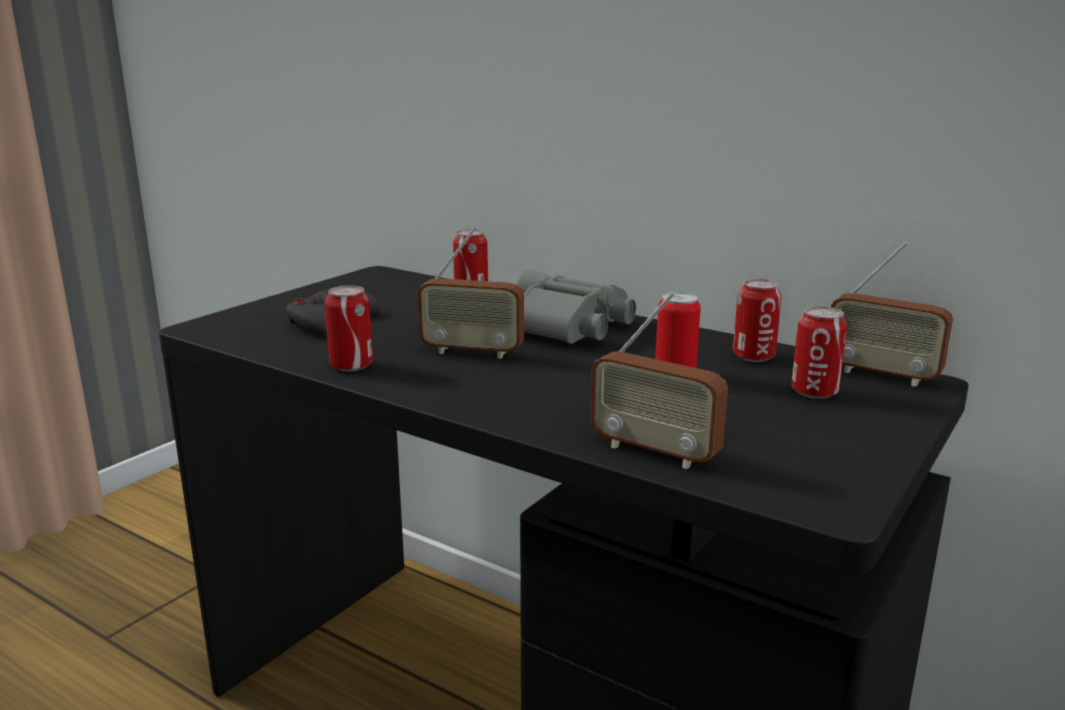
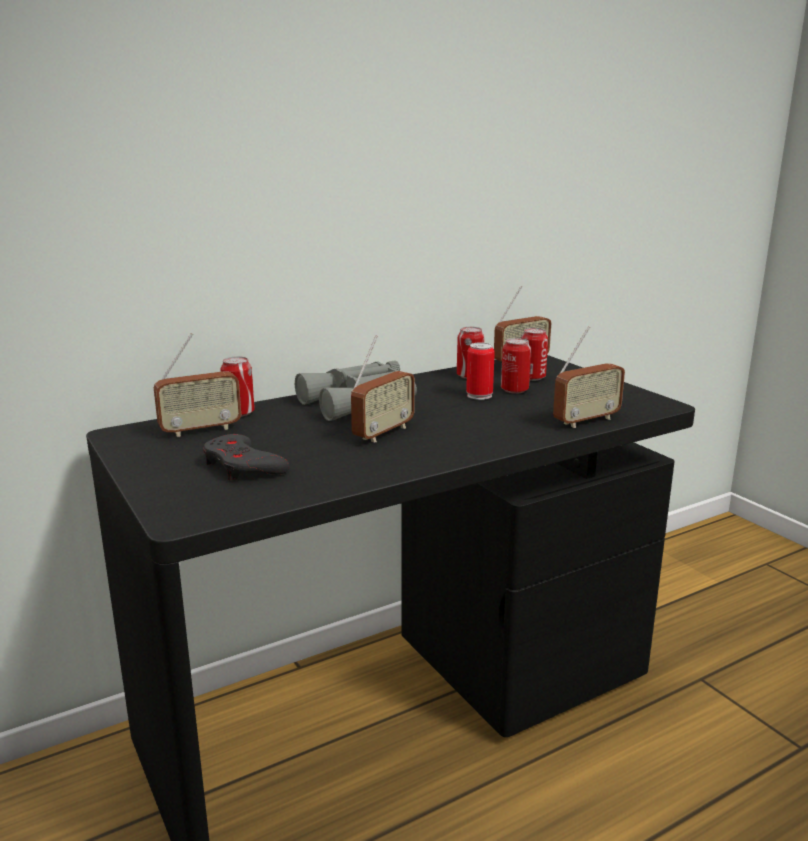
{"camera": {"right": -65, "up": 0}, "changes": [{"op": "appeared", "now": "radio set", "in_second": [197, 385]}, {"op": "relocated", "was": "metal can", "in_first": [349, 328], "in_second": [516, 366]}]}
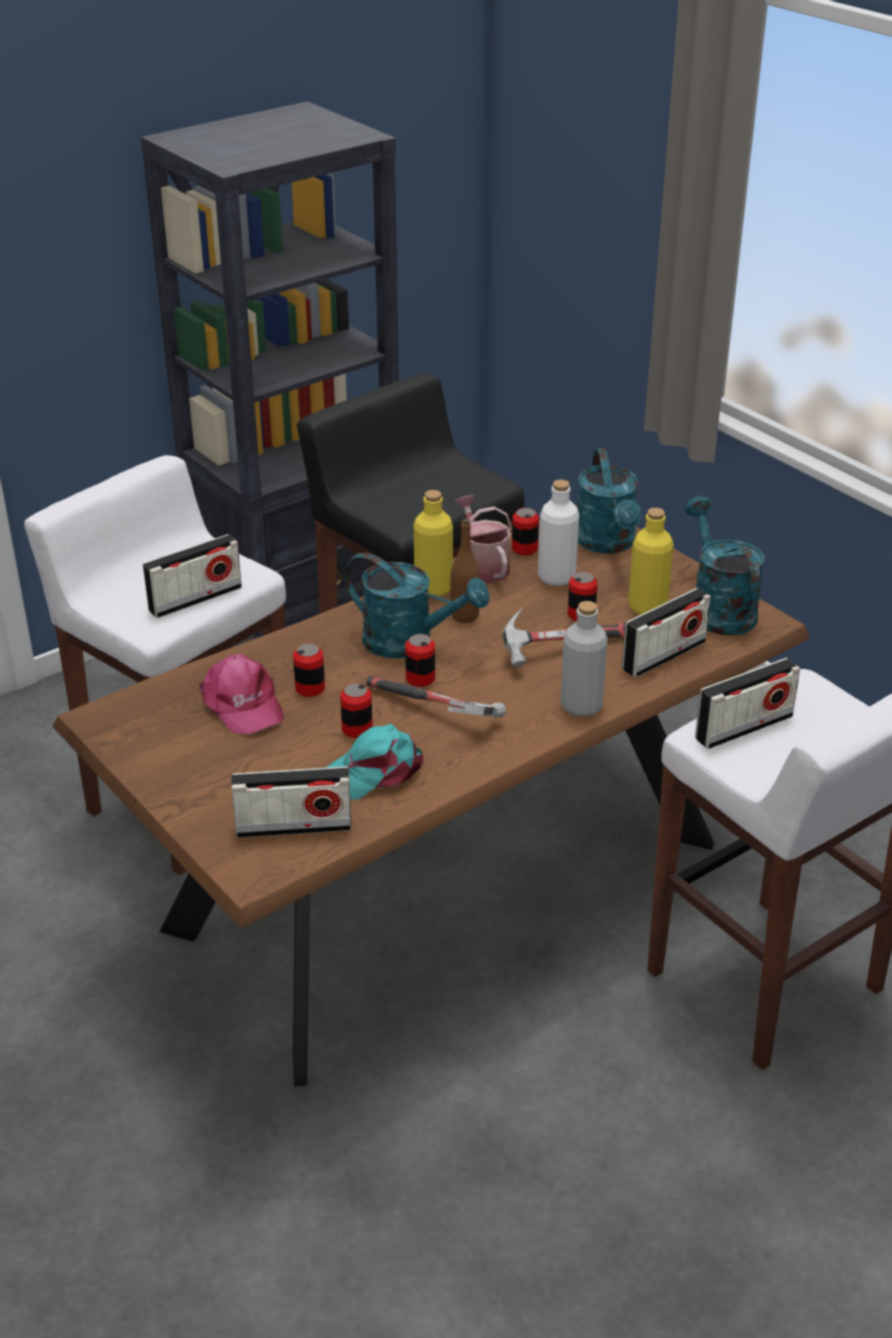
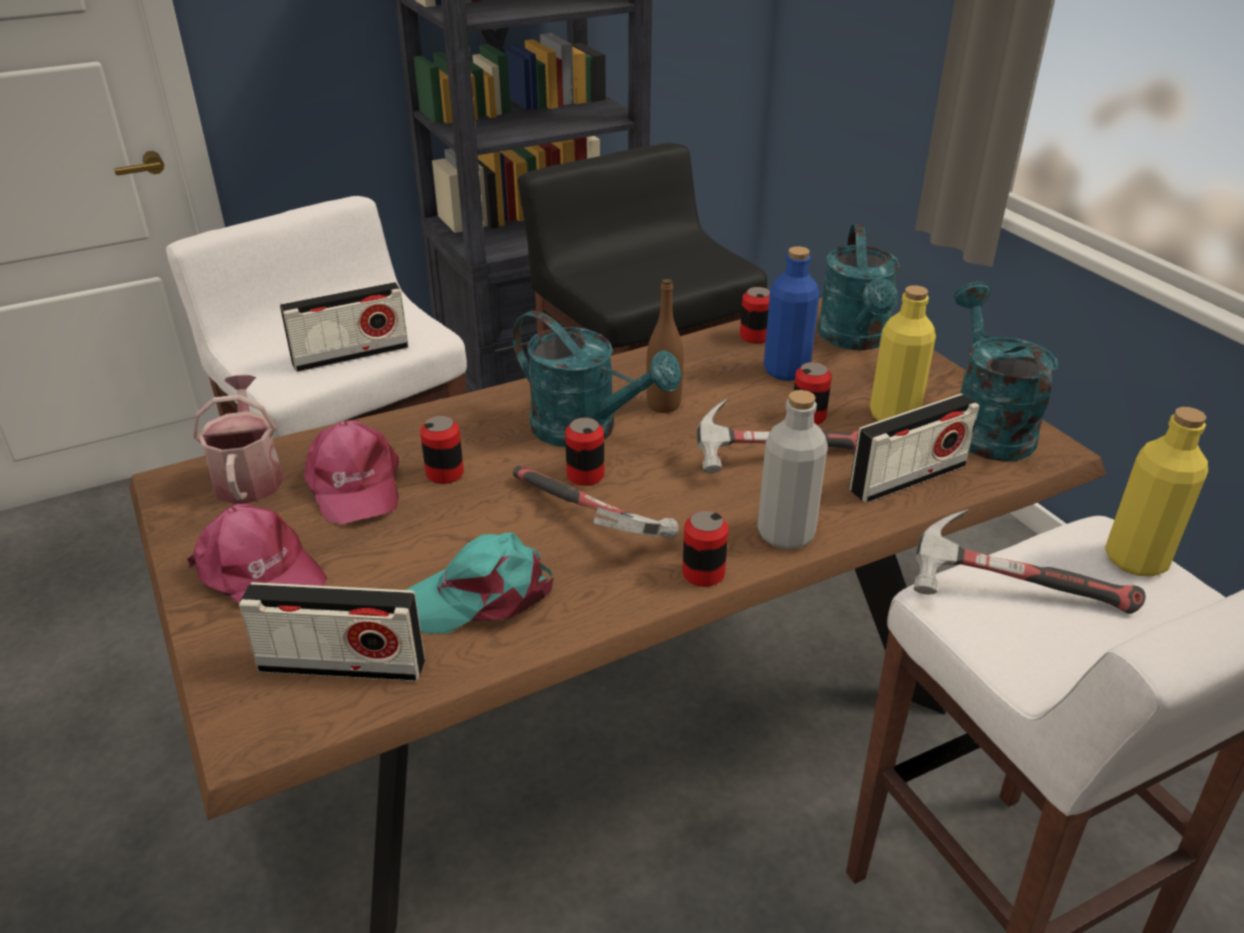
{"camera": {"right": 10, "up": 0}, "changes": [{"op": "appeared", "now": "pinkish peaked cap", "in_second": [257, 553]}, {"op": "relocated", "was": "metal can", "in_first": [356, 710], "in_second": [705, 549]}, {"op": "relocated", "was": "yellow beverage bottle", "in_first": [433, 543], "in_second": [1156, 491]}, {"op": "relocated", "was": "sprinkling can", "in_first": [484, 539], "in_second": [239, 439]}, {"op": "exchanged", "was": "radio set", "now": "hammer", "in_first": [747, 703], "in_second": [1030, 561]}, {"op": "colour", "was": "whitish beverage bottle", "now": "bluish beverage bottle", "in_first": [558, 532], "in_second": [792, 313]}]}
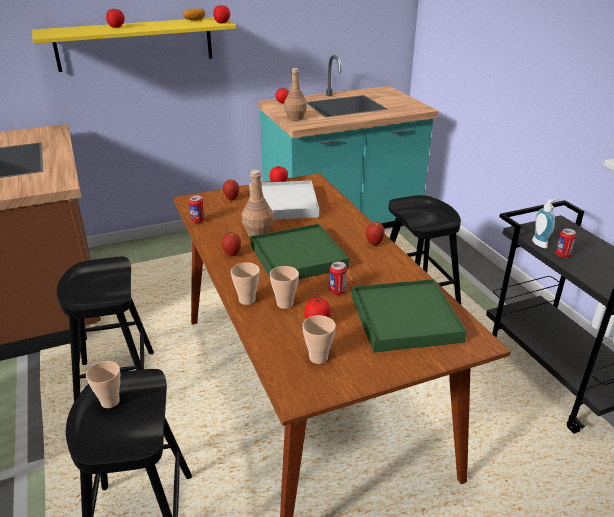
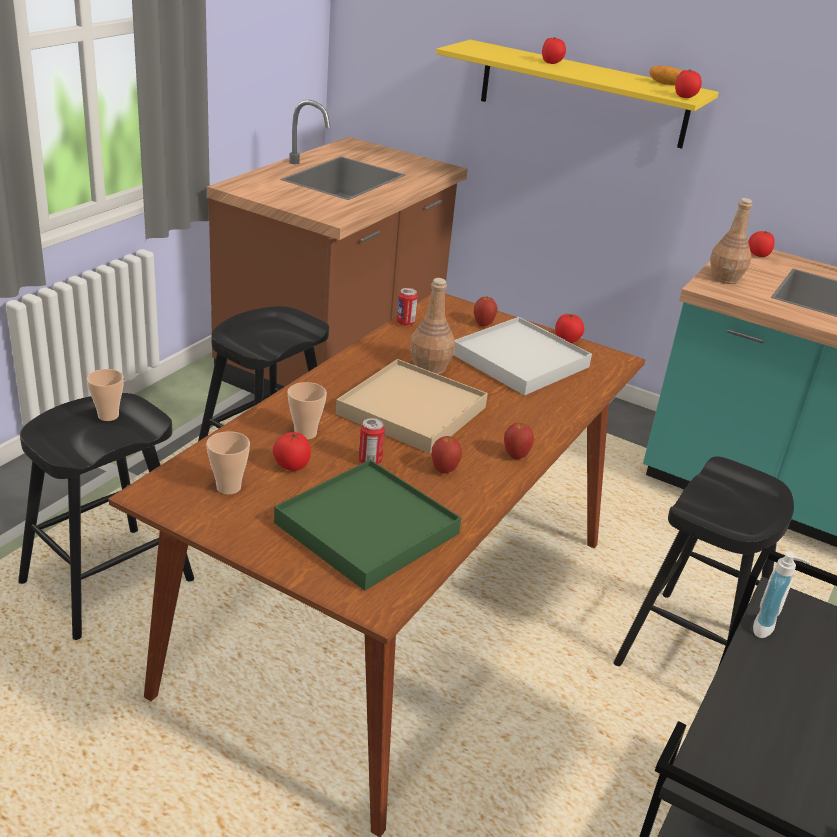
{"camera": {"right": 50, "up": 0}, "changes": [{"op": "missing", "was": "drinking cup", "in_first": [245, 283]}, {"op": "missing", "was": "metal can", "in_first": [566, 243]}, {"op": "relocated", "was": "apple fruit", "in_first": [231, 244], "in_second": [447, 455]}, {"op": "colour", "was": "green serving tray", "now": "beige-coloured serving tray", "in_first": [299, 251], "in_second": [412, 406]}]}
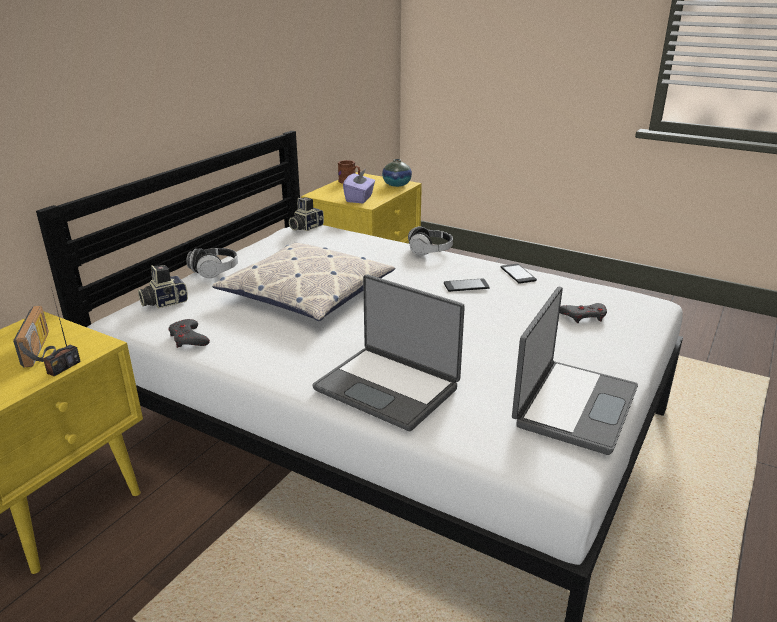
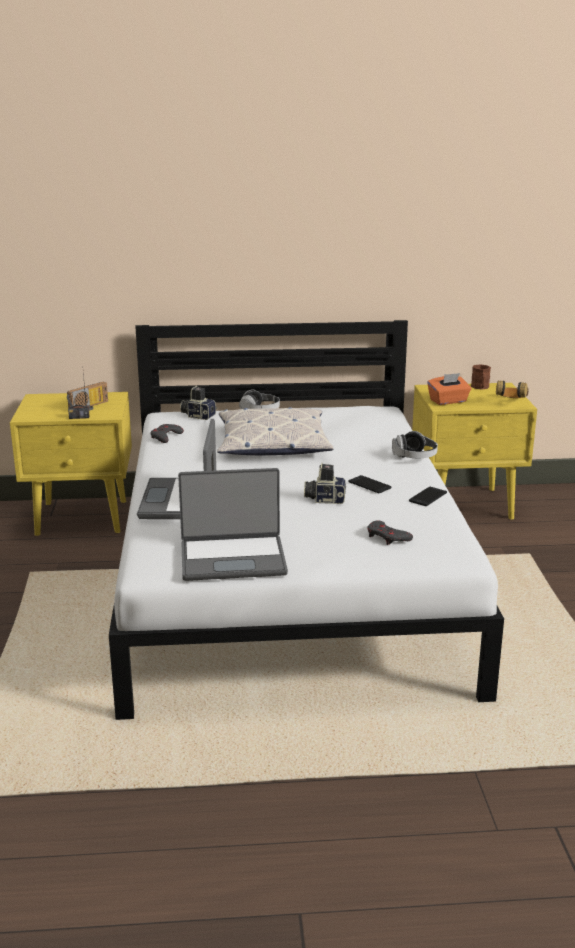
{"camera": {"right": 55, "up": -5}, "changes": [{"op": "relocated", "was": "still camera", "in_first": [306, 214], "in_second": [325, 483]}, {"op": "exchanged", "was": "flower vase", "now": "headset", "in_first": [397, 173], "in_second": [512, 389]}, {"op": "colour", "was": "purplish box of tissues", "now": "orangey box of tissues", "in_first": [359, 186], "in_second": [449, 389]}]}
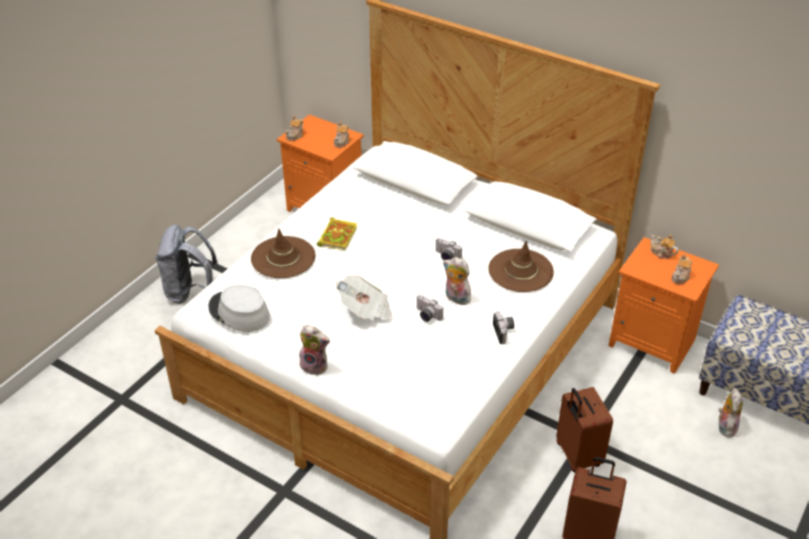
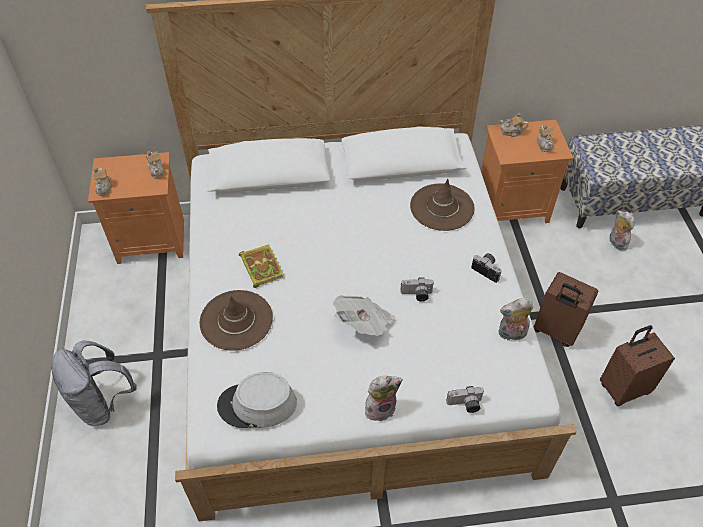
{"camera": {"right": -40, "up": 10}, "changes": [{"op": "relocated", "was": "still camera", "in_first": [448, 249], "in_second": [465, 399]}, {"op": "relocated", "was": "soft toy", "in_first": [457, 281], "in_second": [516, 319]}]}
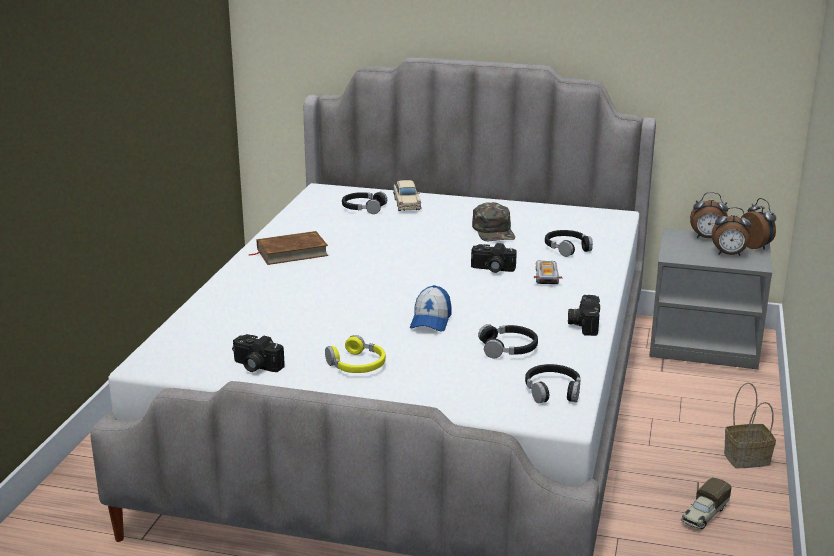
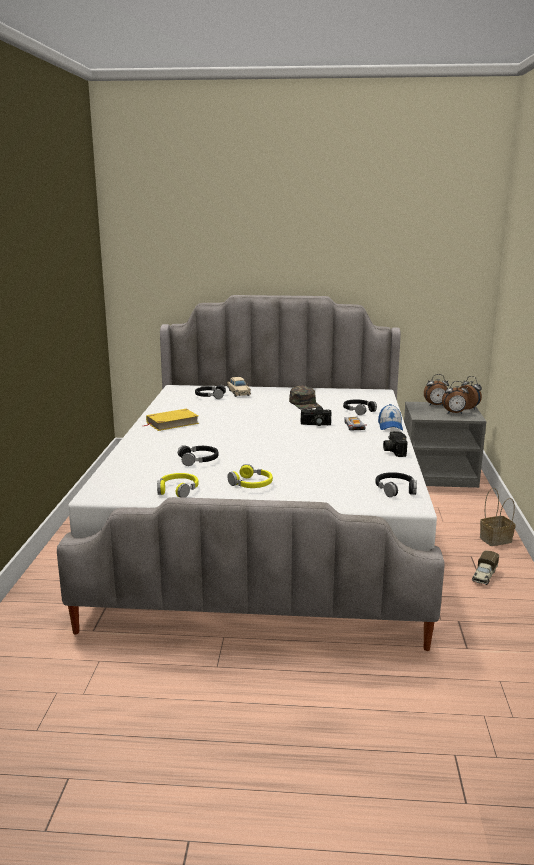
{"camera": {"right": -10, "up": -5}, "changes": [{"op": "relocated", "was": "peaked cap", "in_first": [431, 308], "in_second": [390, 417]}, {"op": "relocated", "was": "blackish headset", "in_first": [508, 341], "in_second": [198, 455]}, {"op": "exchanged", "was": "still camera", "now": "yellow headset", "in_first": [258, 353], "in_second": [178, 485]}, {"op": "colour", "was": "brown-coloured bound book", "now": "yellow bound book", "in_first": [288, 248], "in_second": [171, 420]}]}
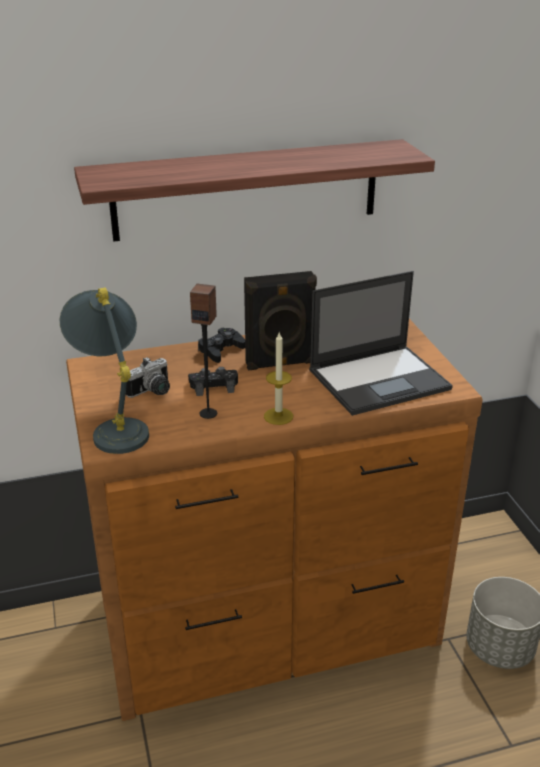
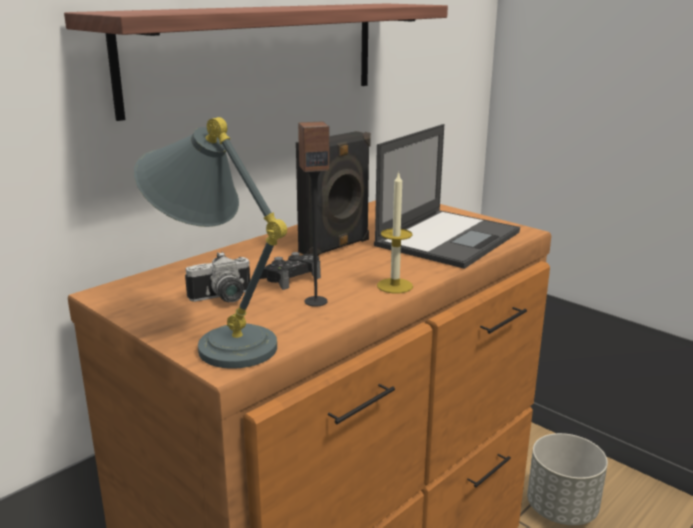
{"camera": {"right": -30, "up": -10}, "changes": [{"op": "missing", "was": "blackish gamepad", "in_first": [221, 345]}, {"op": "spun", "was": "still camera", "in_first": [148, 377], "in_second": [217, 277], "clockwise": 45}]}
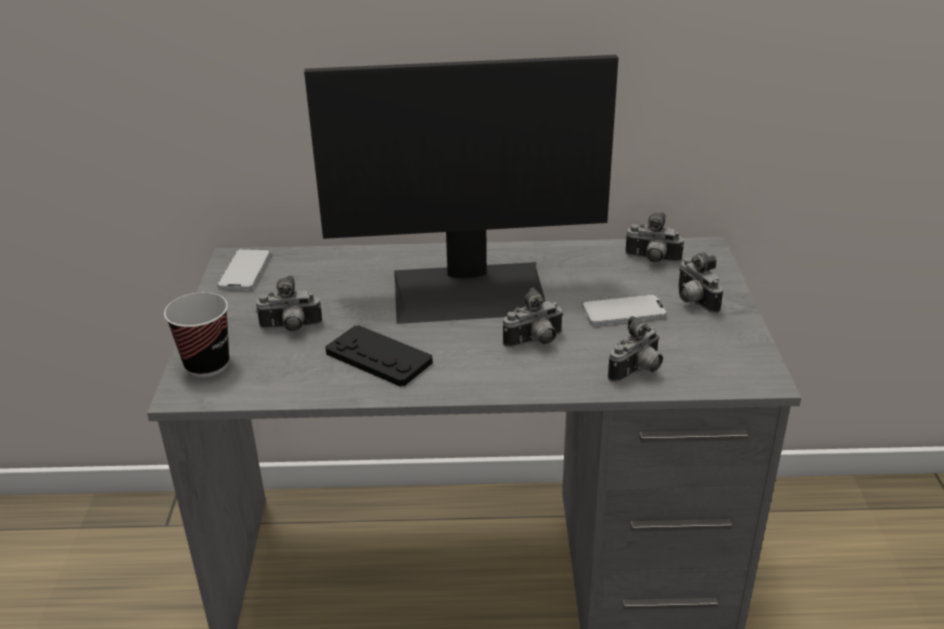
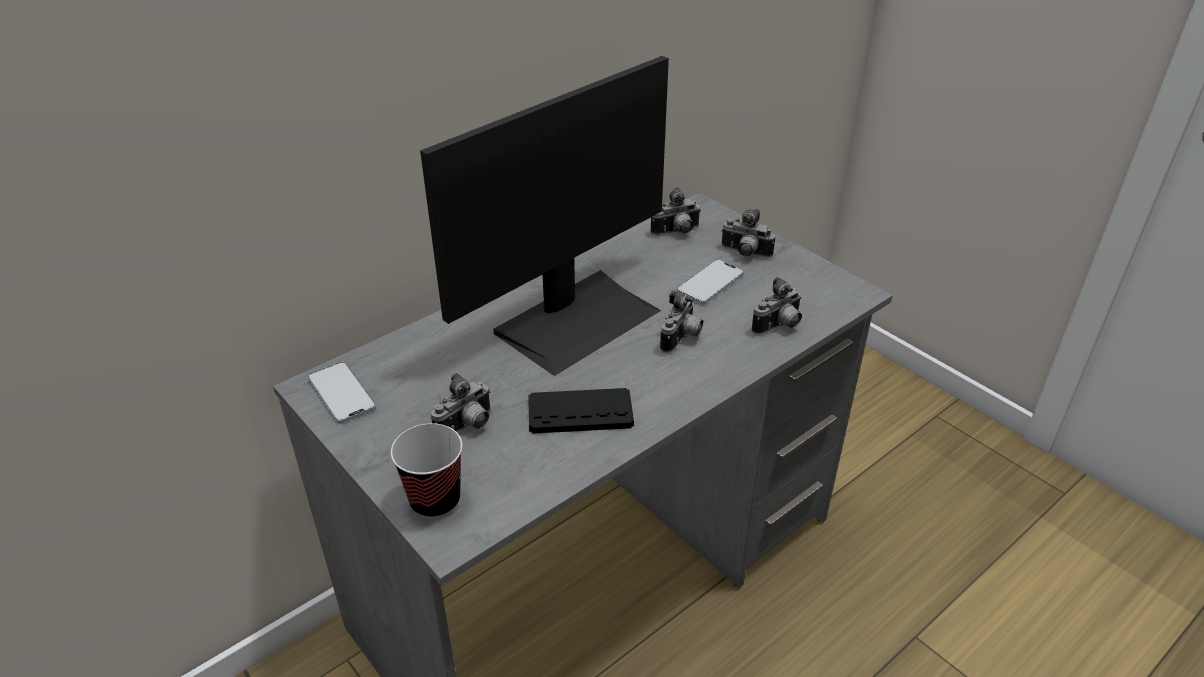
{"camera": {"right": -40, "up": 5}, "changes": [{"op": "spun", "was": "still camera", "in_first": [635, 349], "in_second": [776, 306], "clockwise": 45}]}
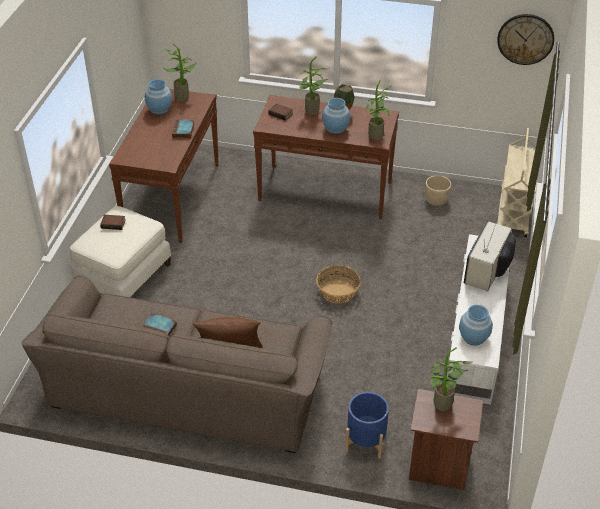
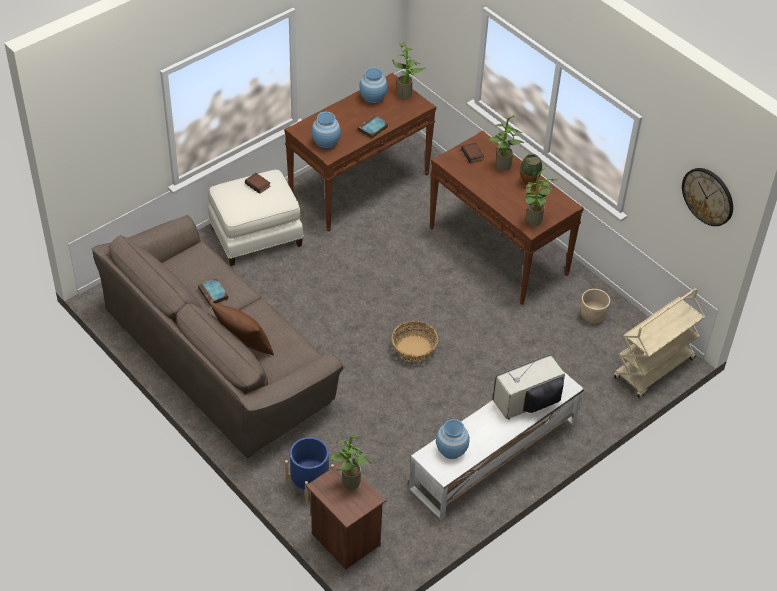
{"camera": {"right": 35, "up": 5}, "changes": [{"op": "relocated", "was": "bluish flower vase", "in_first": [336, 116], "in_second": [326, 130]}]}
